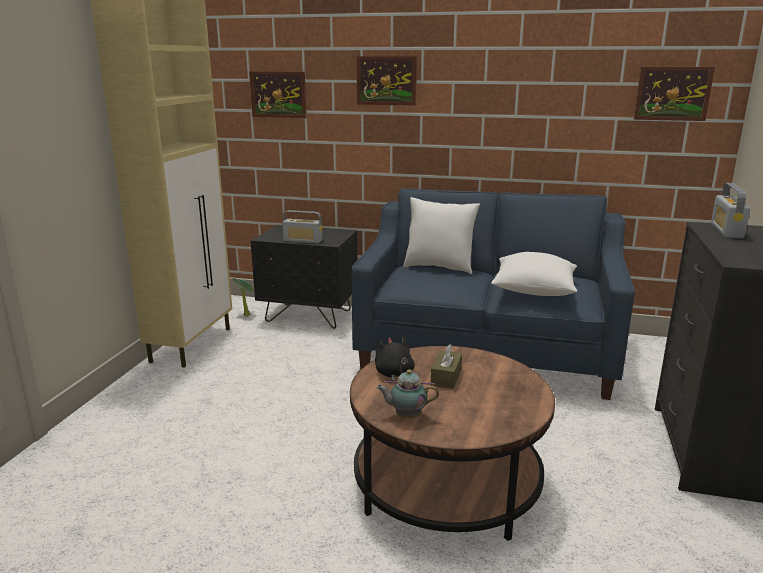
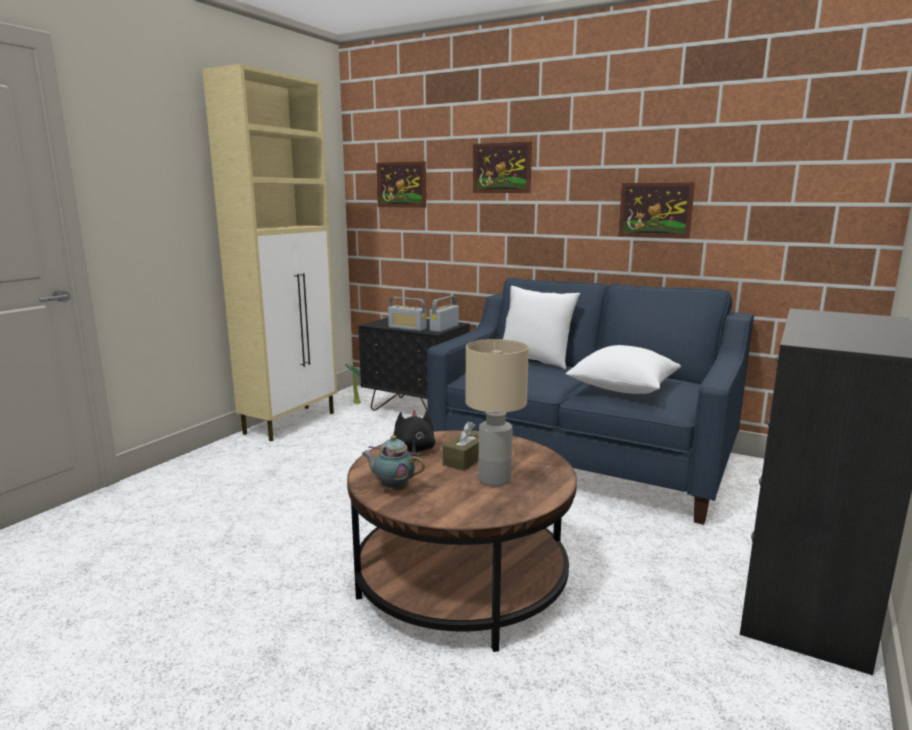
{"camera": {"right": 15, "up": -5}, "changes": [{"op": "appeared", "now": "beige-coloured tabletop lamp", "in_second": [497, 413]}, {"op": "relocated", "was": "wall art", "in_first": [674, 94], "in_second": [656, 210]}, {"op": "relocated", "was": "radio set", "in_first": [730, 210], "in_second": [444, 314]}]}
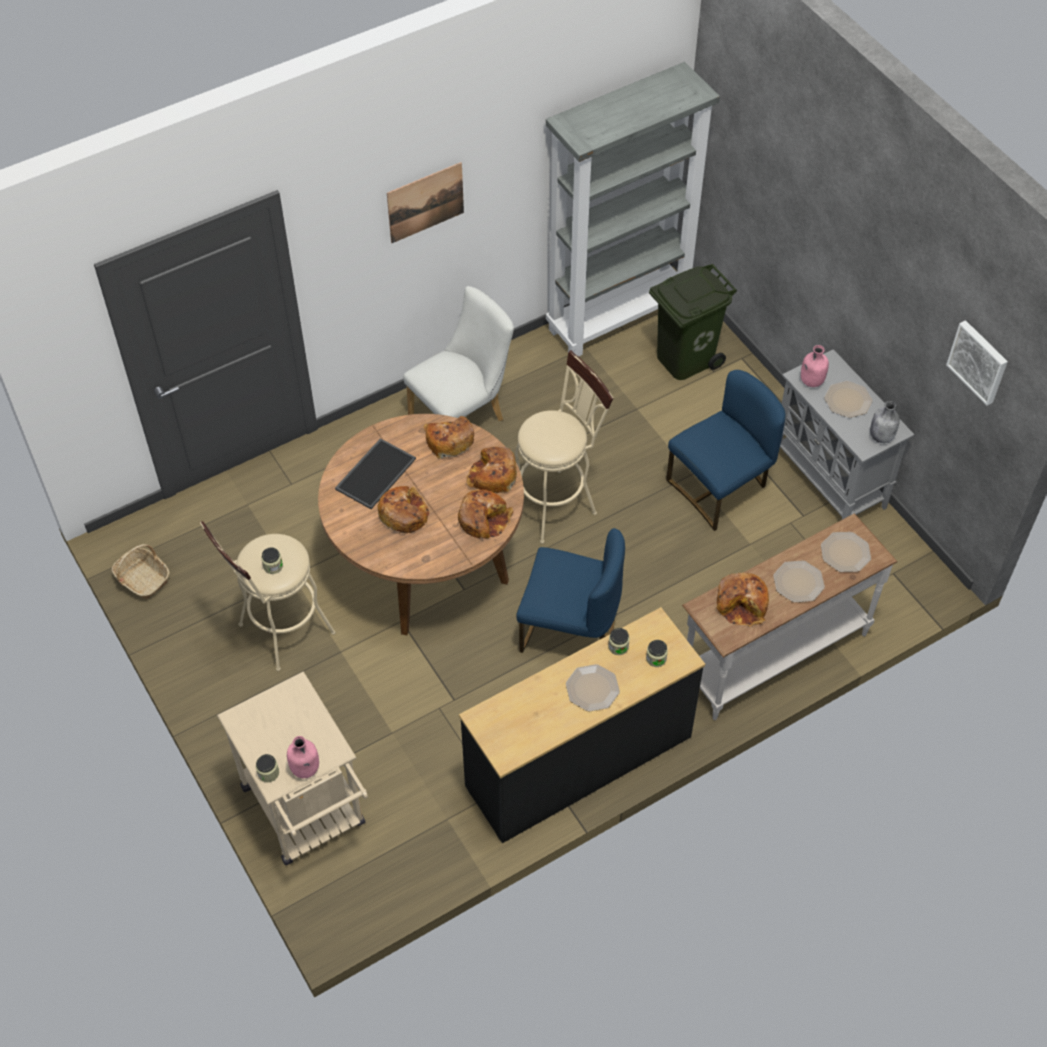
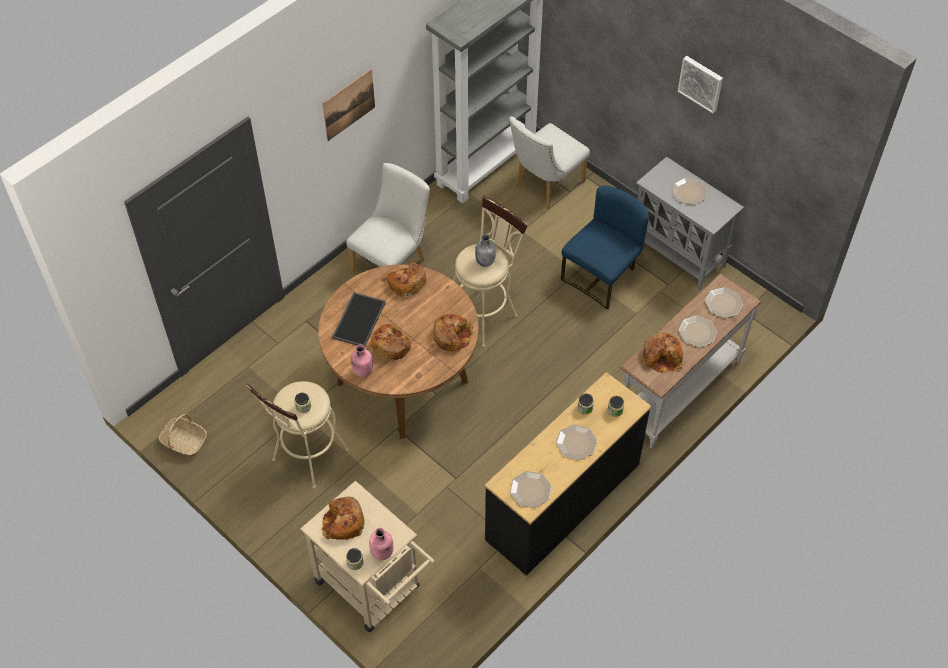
{"camera": {"right": -15, "up": 0}, "changes": [{"op": "missing", "was": "bluish plain chair", "in_first": [570, 590]}, {"op": "appeared", "now": "flat dish", "in_second": [531, 489]}, {"op": "relocated", "was": "bakery bread", "in_first": [491, 470], "in_second": [343, 518]}, {"op": "relocated", "was": "pinkish beverage bottle", "in_first": [815, 366], "in_second": [362, 361]}, {"op": "relocated", "was": "grey beverage bottle", "in_first": [885, 422], "in_second": [485, 250]}, {"op": "relocated", "was": "wall art", "in_first": [977, 363], "in_second": [700, 84]}, {"op": "exchanged", "was": "green waste bin", "now": "whitish plain chair", "in_first": [693, 322], "in_second": [549, 162]}]}
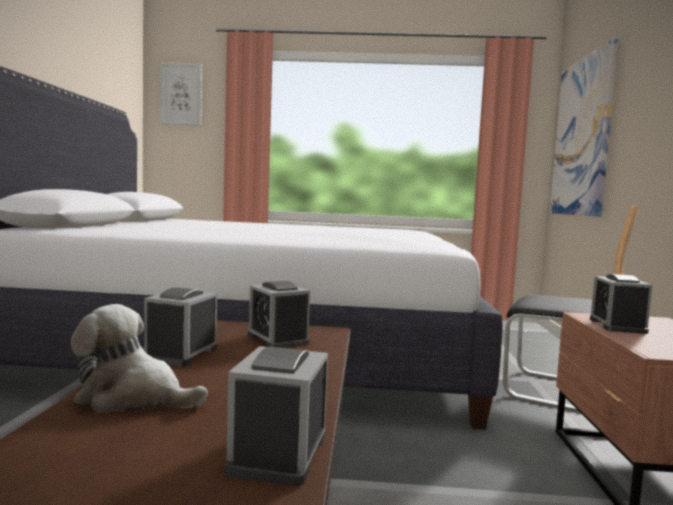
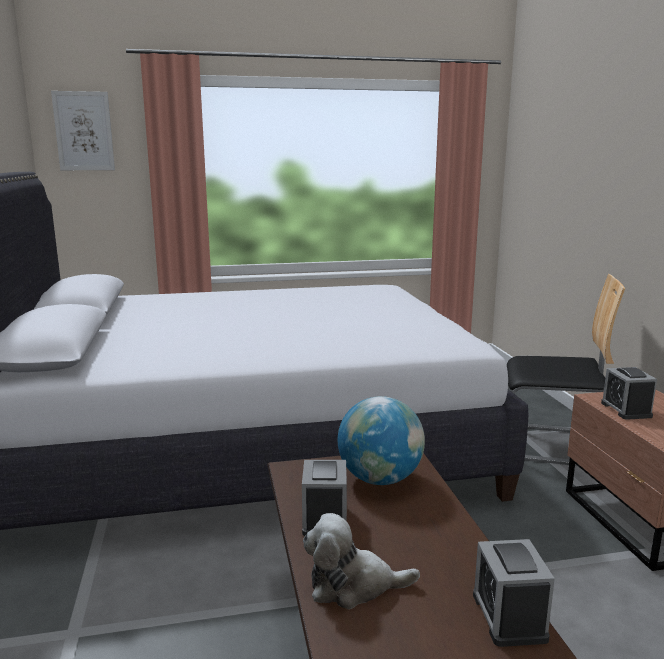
{"camera": {"right": -15, "up": 10}, "changes": [{"op": "missing", "was": "wall art", "in_first": [584, 127]}, {"op": "exchanged", "was": "table clock", "now": "globe", "in_first": [279, 314], "in_second": [381, 440]}]}
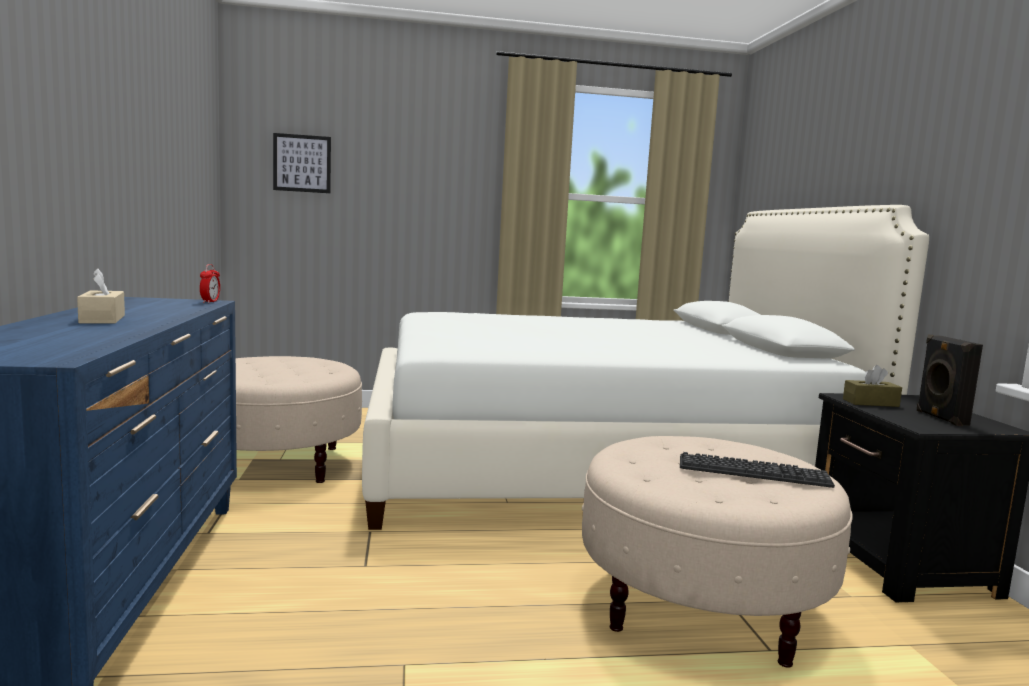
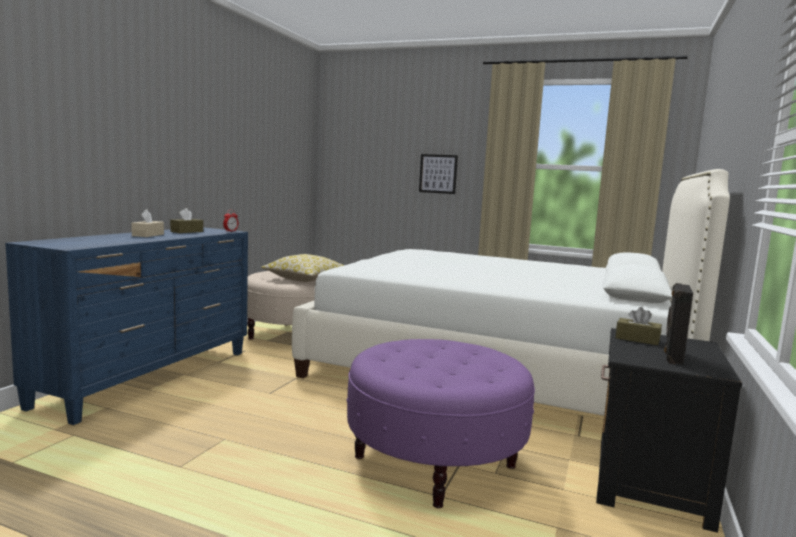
{"camera": {"right": 30, "up": 0}, "changes": [{"op": "missing", "was": "PC keyboard", "in_first": [757, 470]}, {"op": "appeared", "now": "brown-coloured box of tissues", "in_second": [186, 220]}, {"op": "appeared", "now": "pillow", "in_second": [302, 268]}, {"op": "relocated", "was": "wall art", "in_first": [302, 163], "in_second": [438, 174]}, {"op": "colour", "was": "beige-coloured pouffe", "now": "purplish pouffe", "in_first": [717, 552], "in_second": [441, 423]}]}
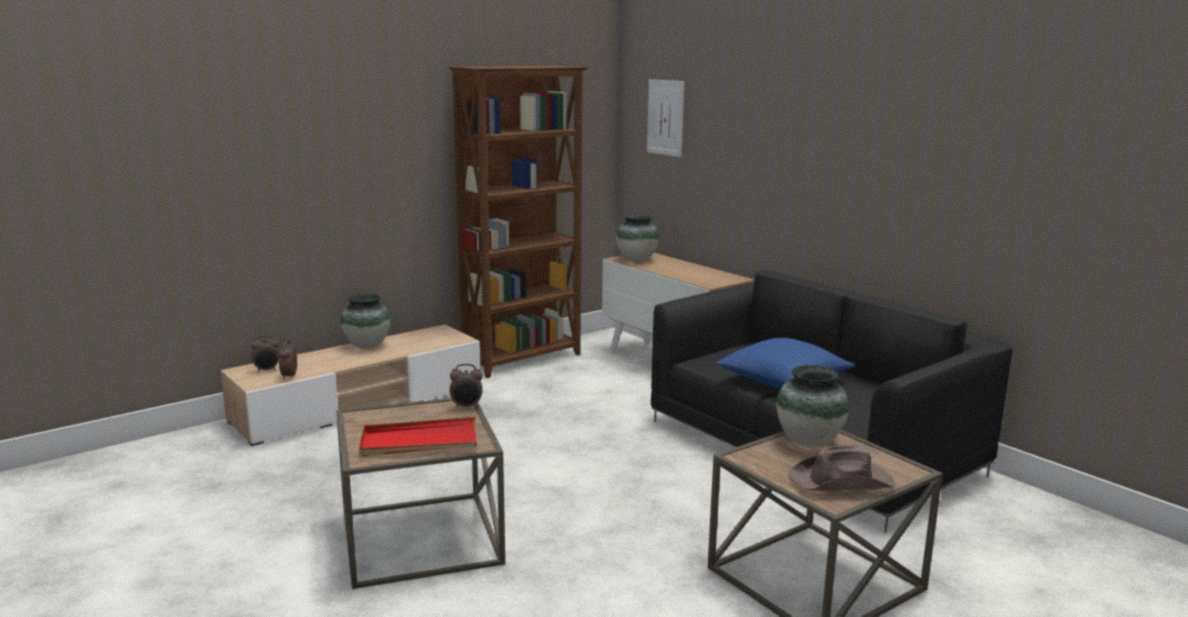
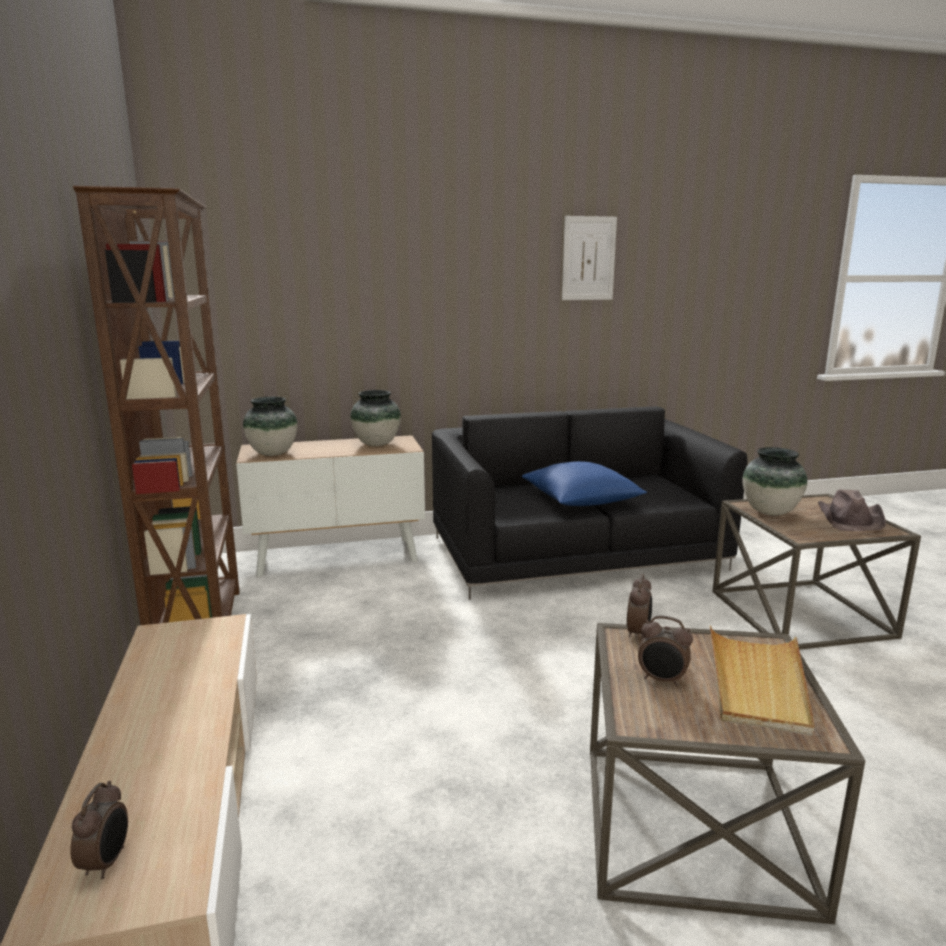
{"camera": {"right": -65, "up": 0}, "changes": [{"op": "relocated", "was": "table clock", "in_first": [288, 359], "in_second": [665, 650]}, {"op": "relocated", "was": "flower vase", "in_first": [365, 321], "in_second": [375, 418]}, {"op": "relocated", "was": "wall art", "in_first": [665, 118], "in_second": [589, 258]}, {"op": "colour", "was": "red serving tray", "now": "beige-coloured serving tray", "in_first": [418, 437], "in_second": [762, 681]}]}
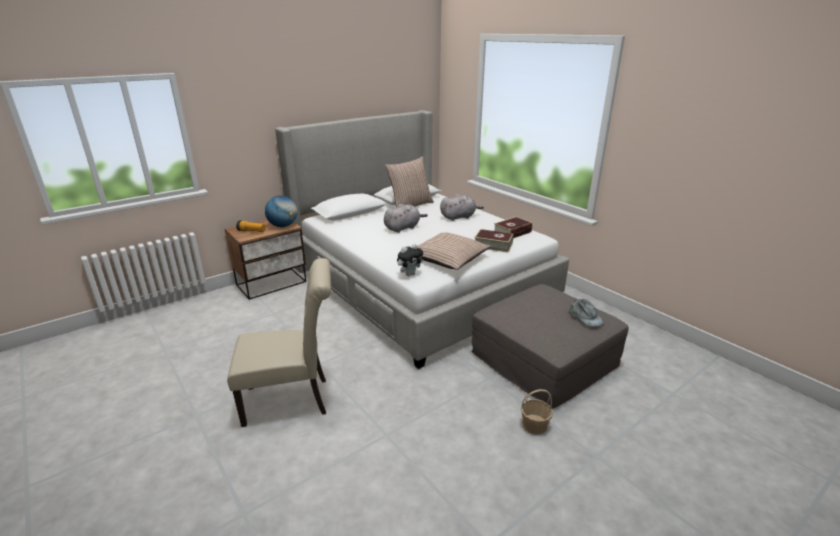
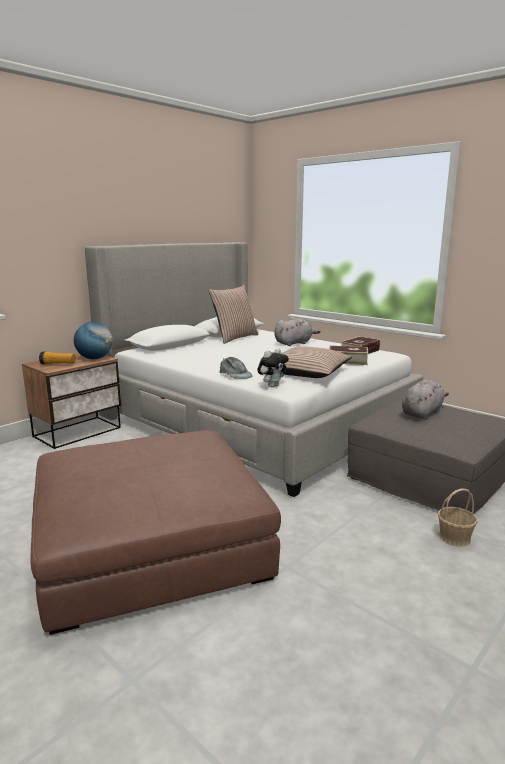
{"camera": {"right": -10, "up": -10}, "changes": [{"op": "relocated", "was": "grey soft toy", "in_first": [406, 218], "in_second": [425, 399]}, {"op": "relocated", "was": "grey peaked cap", "in_first": [586, 313], "in_second": [236, 368]}, {"op": "exchanged", "was": "beige-coloured plain chair", "now": "brown-coloured pouffe", "in_first": [279, 342], "in_second": [155, 532]}]}
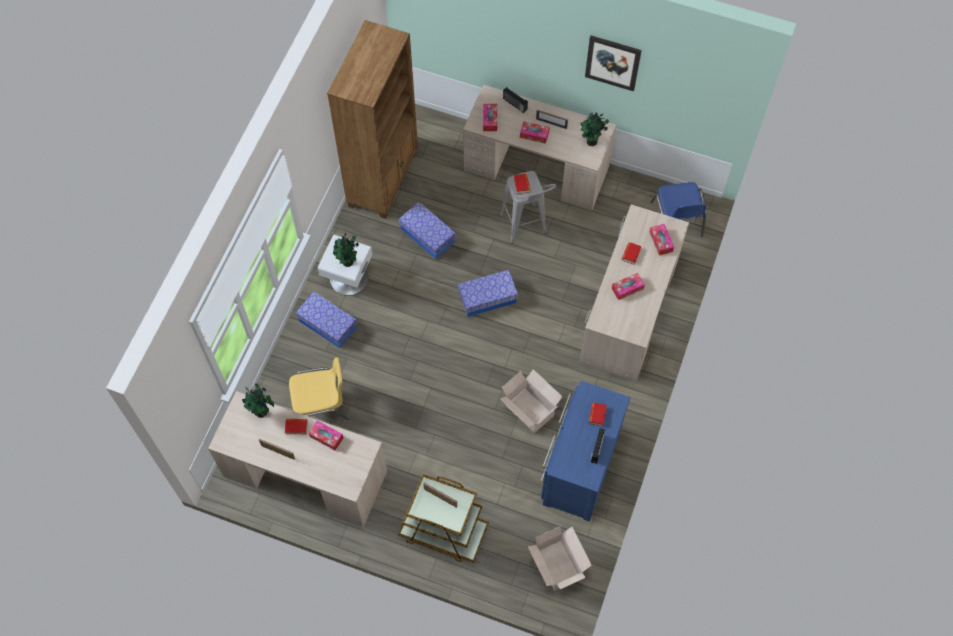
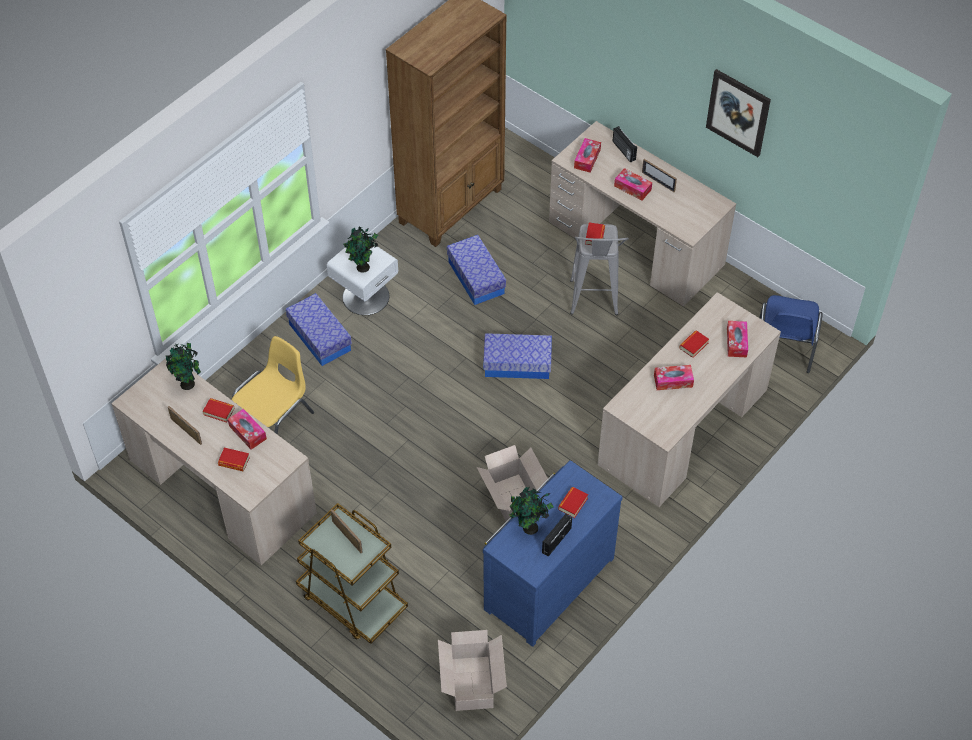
{"camera": {"right": 20, "up": -10}, "changes": [{"op": "appeared", "now": "bound book", "in_second": [234, 459]}, {"op": "relocated", "was": "houseplant", "in_first": [595, 129], "in_second": [531, 511]}, {"op": "spun", "was": "yellow plain chair", "in_first": [319, 388], "in_second": [273, 385], "clockwise": -60}]}
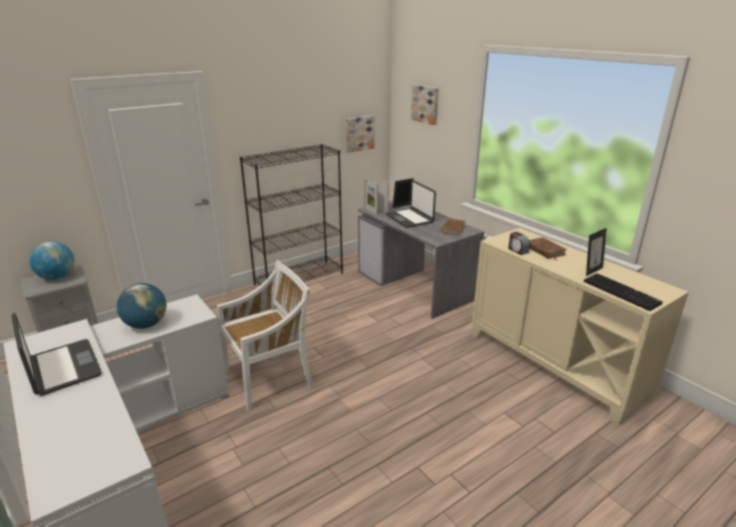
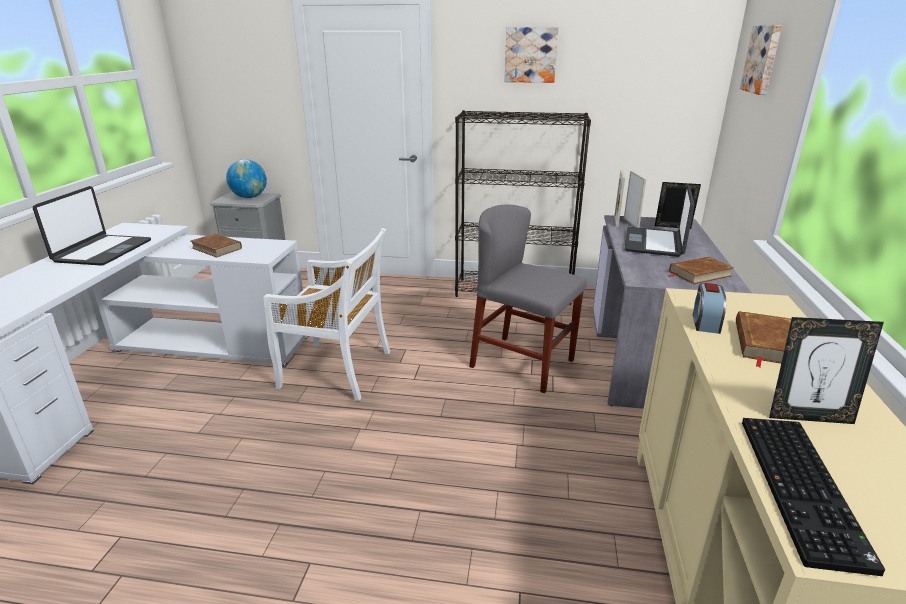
{"camera": {"right": 45, "up": 0}, "changes": [{"op": "appeared", "now": "grey plain chair", "in_second": [527, 299]}, {"op": "relocated", "was": "wall art", "in_first": [360, 134], "in_second": [531, 55]}, {"op": "exchanged", "was": "globe", "now": "brown-coloured bound book", "in_first": [142, 306], "in_second": [216, 245]}]}
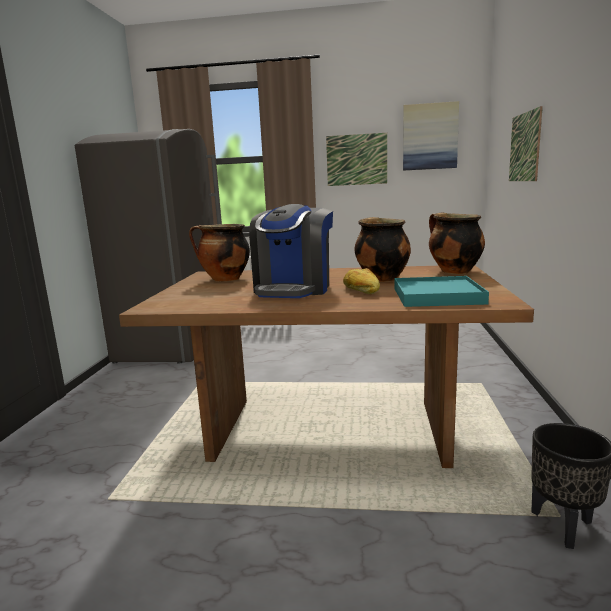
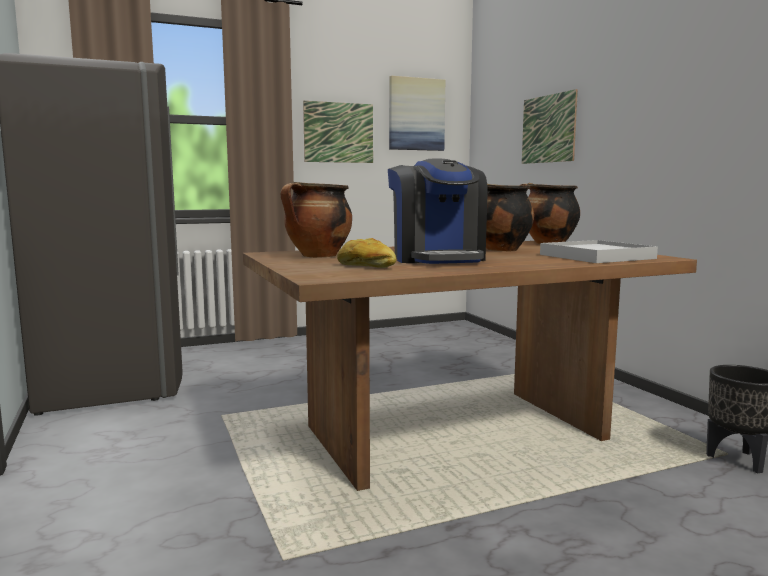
{"camera": {"right": -30, "up": -5}, "changes": [{"op": "relocated", "was": "bakery bread", "in_first": [361, 281], "in_second": [366, 253]}, {"op": "colour", "was": "turquoise-coloured serving tray", "now": "whitish serving tray", "in_first": [441, 291], "in_second": [599, 251]}]}
